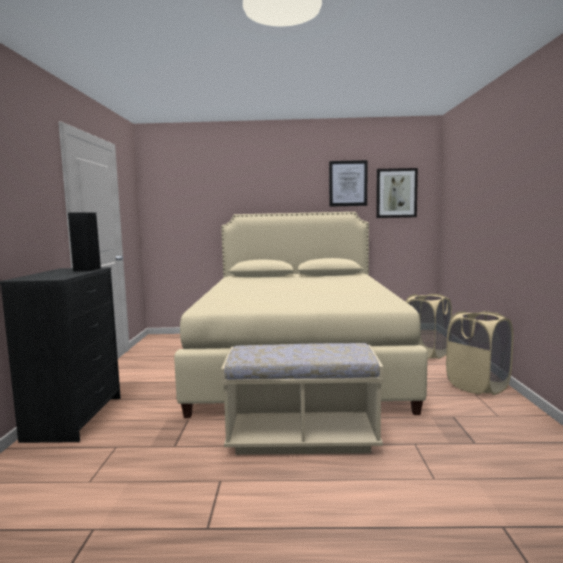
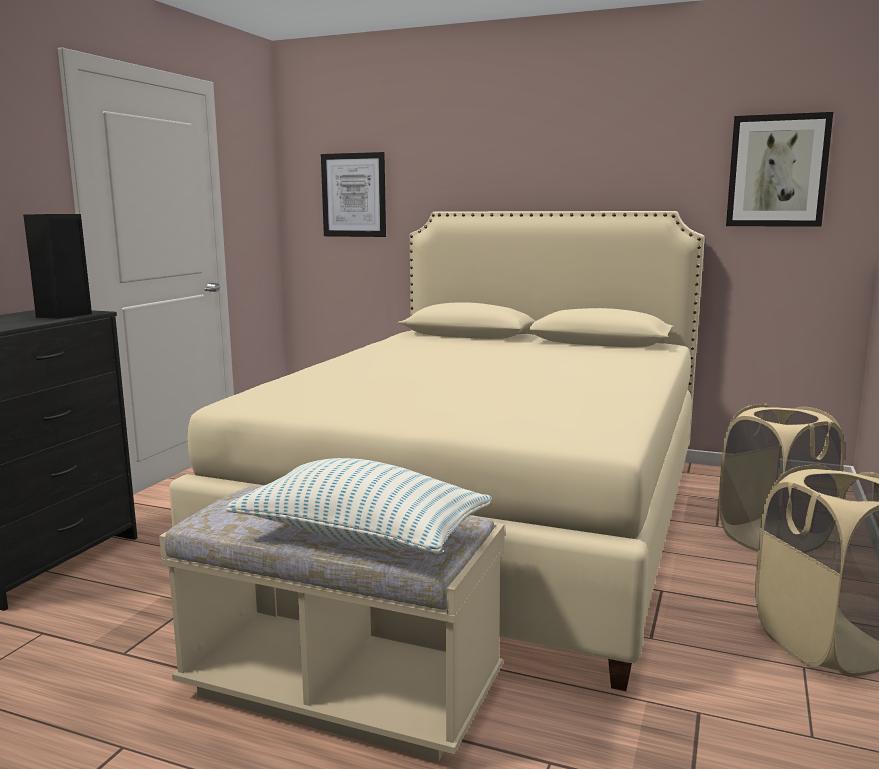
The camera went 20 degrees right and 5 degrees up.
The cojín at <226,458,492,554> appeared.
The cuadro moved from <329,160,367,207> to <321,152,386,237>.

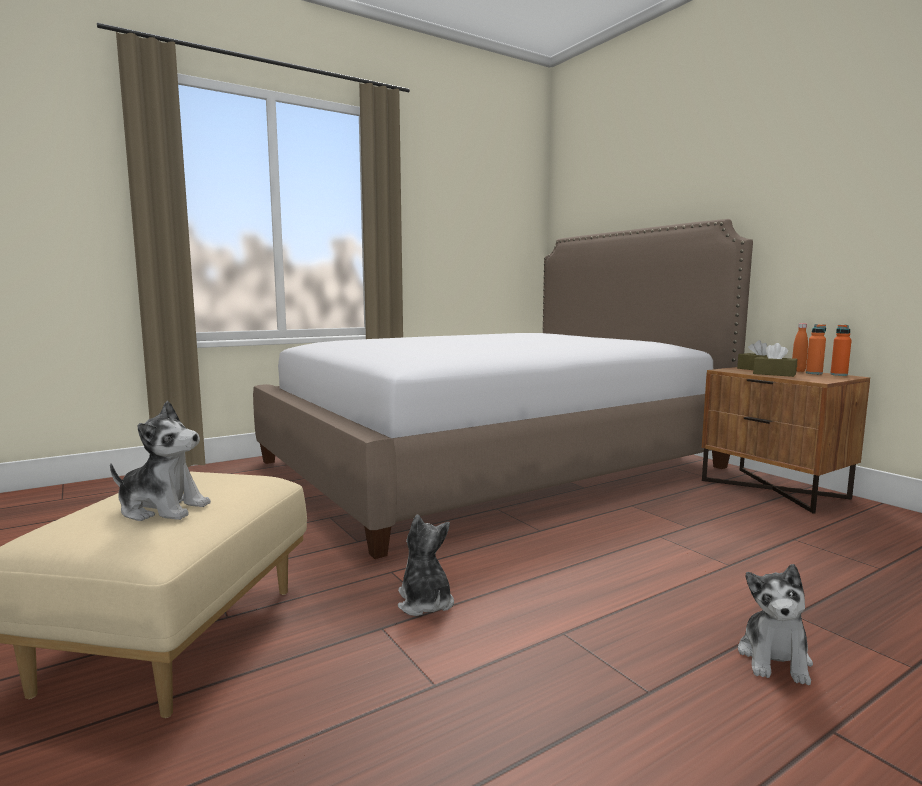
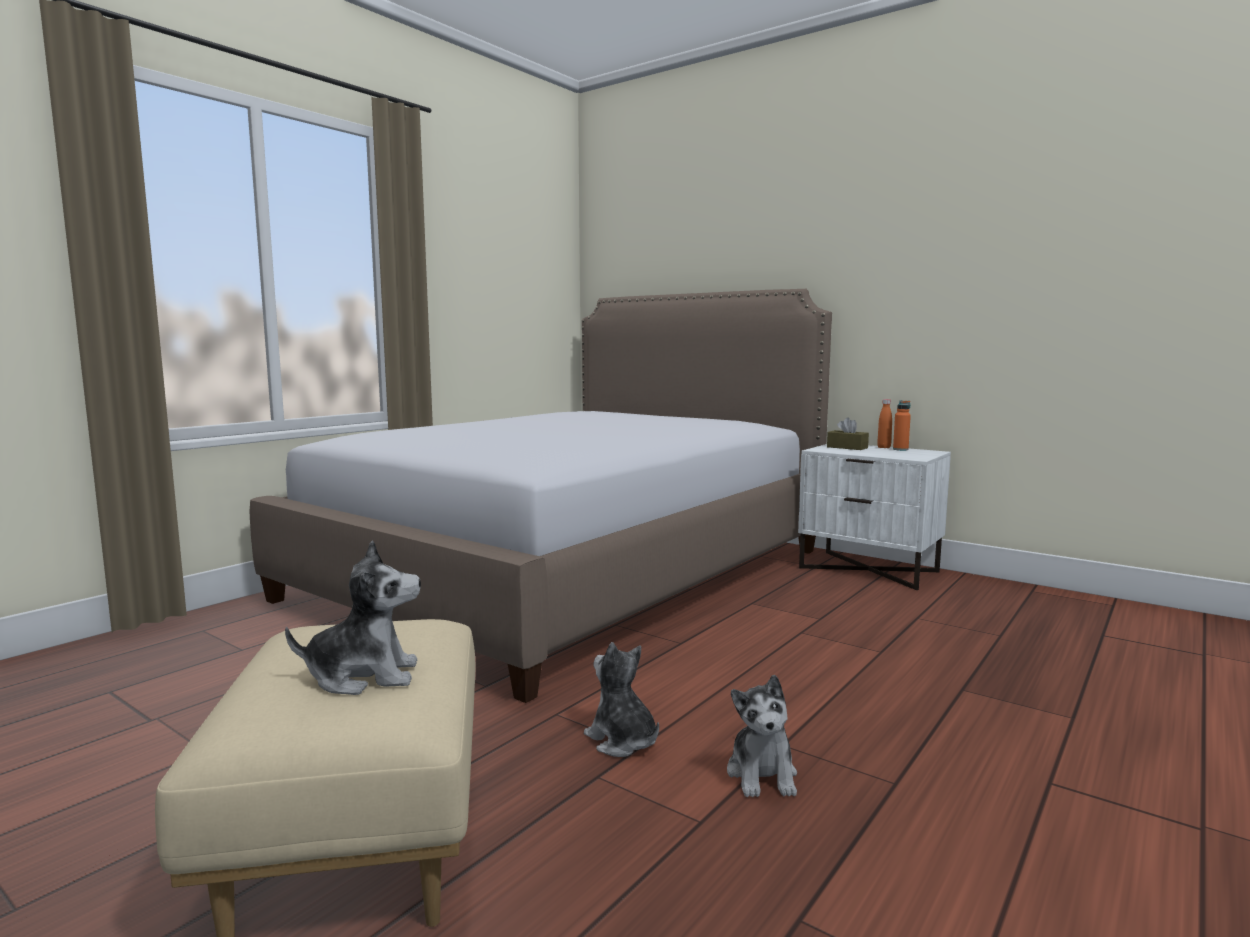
The camera went 20 degrees left and 0 degrees up.
The peluche moved from <738,564,813,685> to <727,675,797,797>.
The mesita de noche (marrón) at <702,367,870,513> became the mesita de noche (blanco) at <798,444,951,590>.
The caja de pañuelos (marrón) at <753,343,797,377> disappeared.
The botella (naranja) at <830,325,852,376> disappeared.

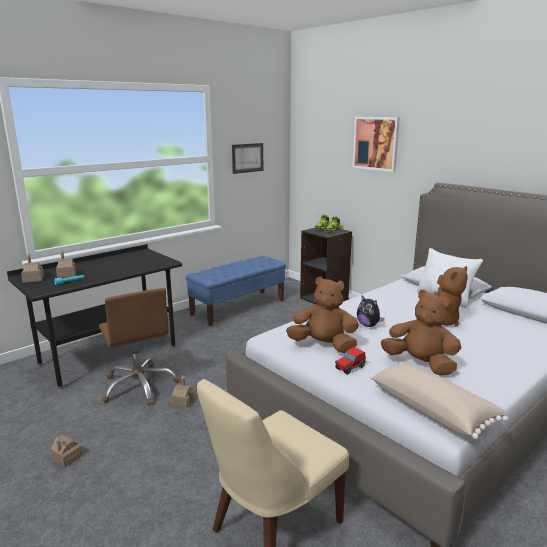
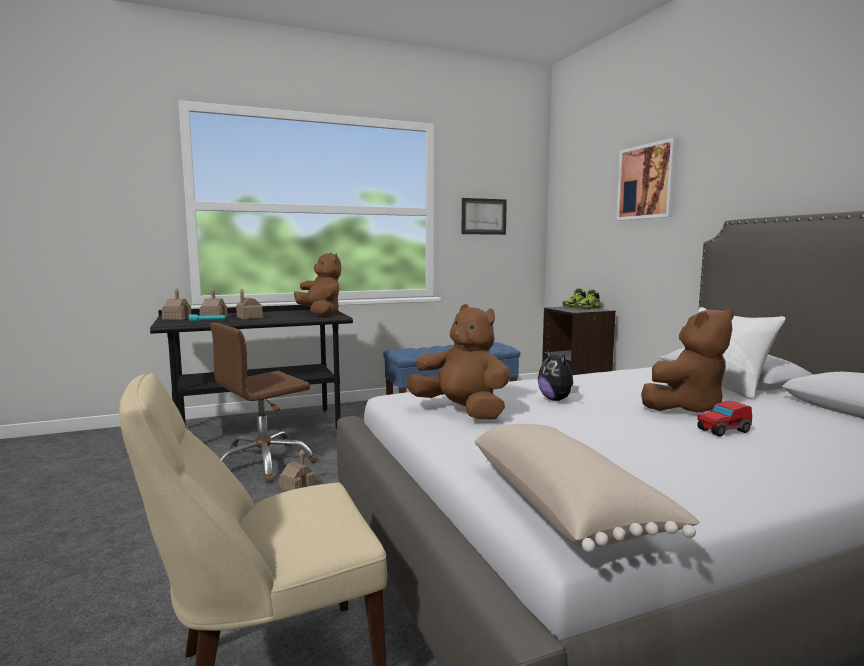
The camera went 20 degrees right and 10 degrees down.
The silla de oficina (marrón) at <99,288,180,406> turned 60 degrees clockwise.
The casita moved from <50,436,83,468> to <236,288,263,319>.
The peluche (marrón) moved from <381,290,461,376> to <294,252,341,316>.
The coche de juguete moved from <335,347,366,375> to <697,401,752,437>.

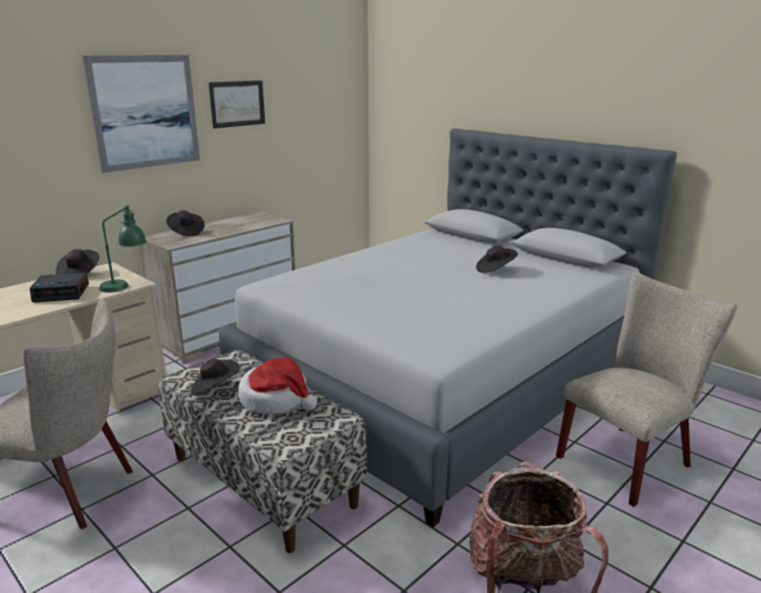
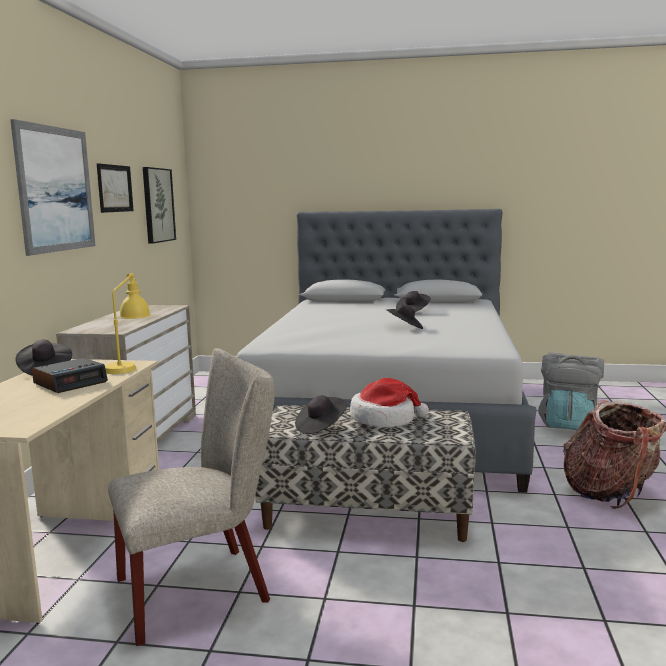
The camera went 35 degrees left and 10 degrees down.
The lámpara de mesa (verde) at <99,205,147,293> became the lámpara de mesa (amarillo) at <105,273,151,374>.
The cuadro at <143,167,176,244> appeared.
The sombrero (negro) moved from <166,210,205,236> to <386,304,423,329>.
The silla (beis) at <556,272,737,507> was replaced by the mochila (gris) at <539,352,604,430>.

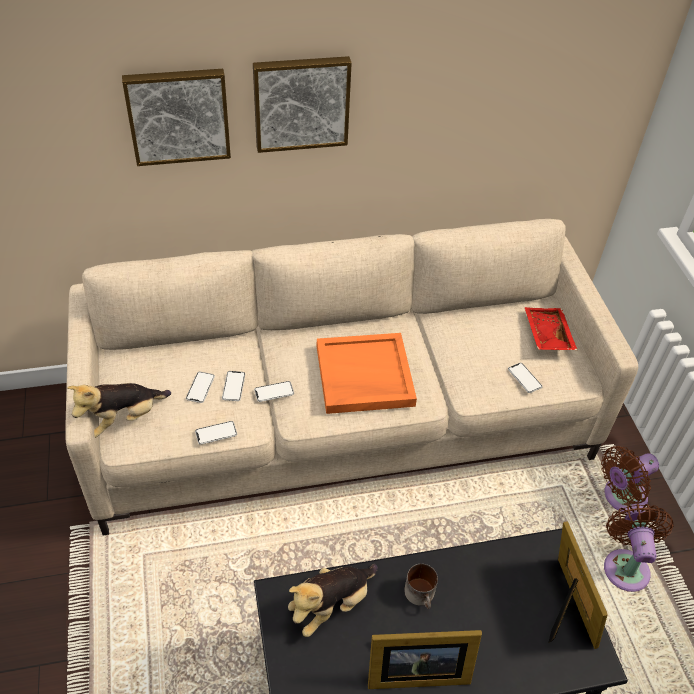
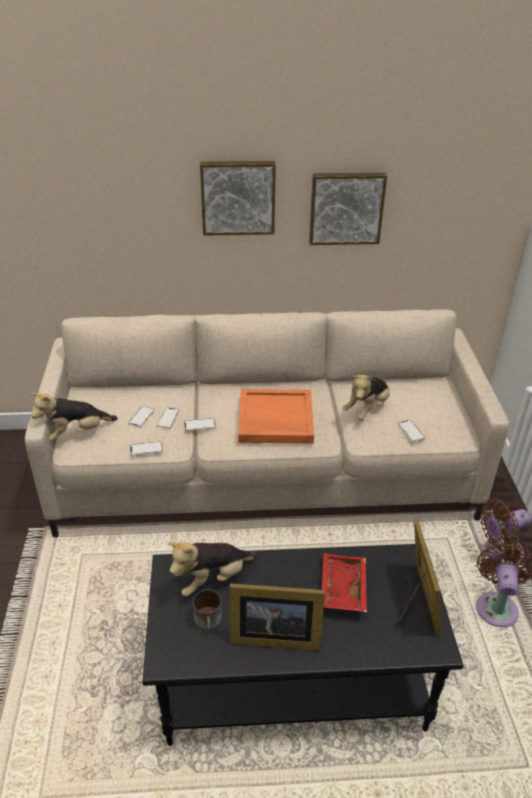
The camera went 10 degrees right and 10 degrees down.
The taza grande moved from <404,564,438,609> to <193,590,222,631>.
The cuadro moved from <122,69,231,166> to <309,173,387,245>.
The bandeja (rojo) moved from <525,307,577,350> to <322,553,367,612>.
The peluche at <342,375,390,421> appeared.

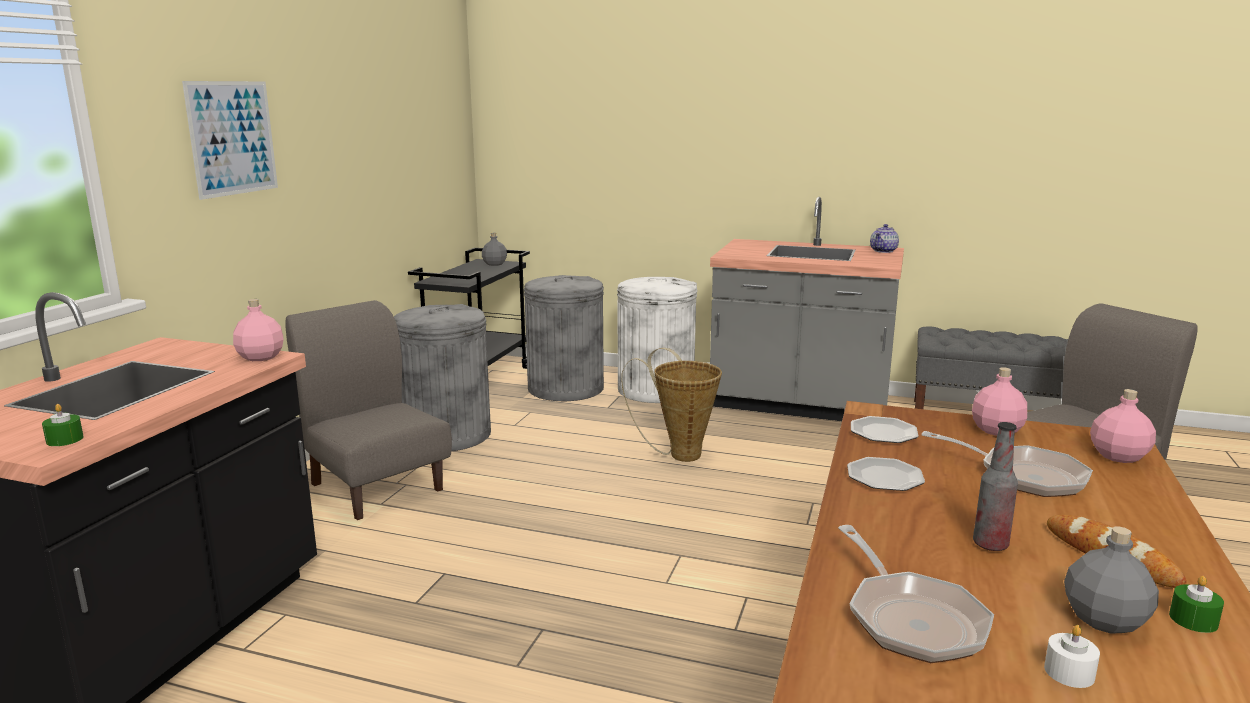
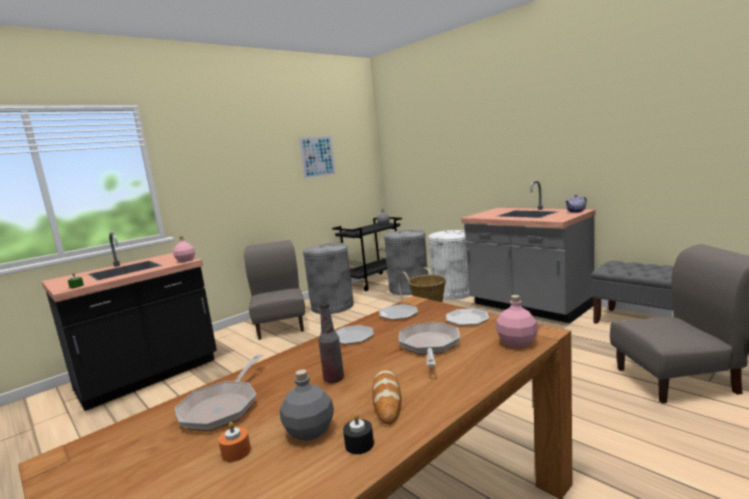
The camera went 30 degrees right and 5 degrees down.
The vela (blanco) at <1044,625,1100,688> became the vela (naranja) at <218,422,251,462>.
The cuadro moved from <182,81,278,200> to <299,136,336,179>.
The vela (verde) at <1169,576,1224,633> became the vela (negro) at <343,414,374,454>.
The sartén at <921,431,1093,497> turned 150 degrees counterclockwise.
The botella (rosa) at <972,367,1027,436> was replaced by the plato at <446,309,489,325>.

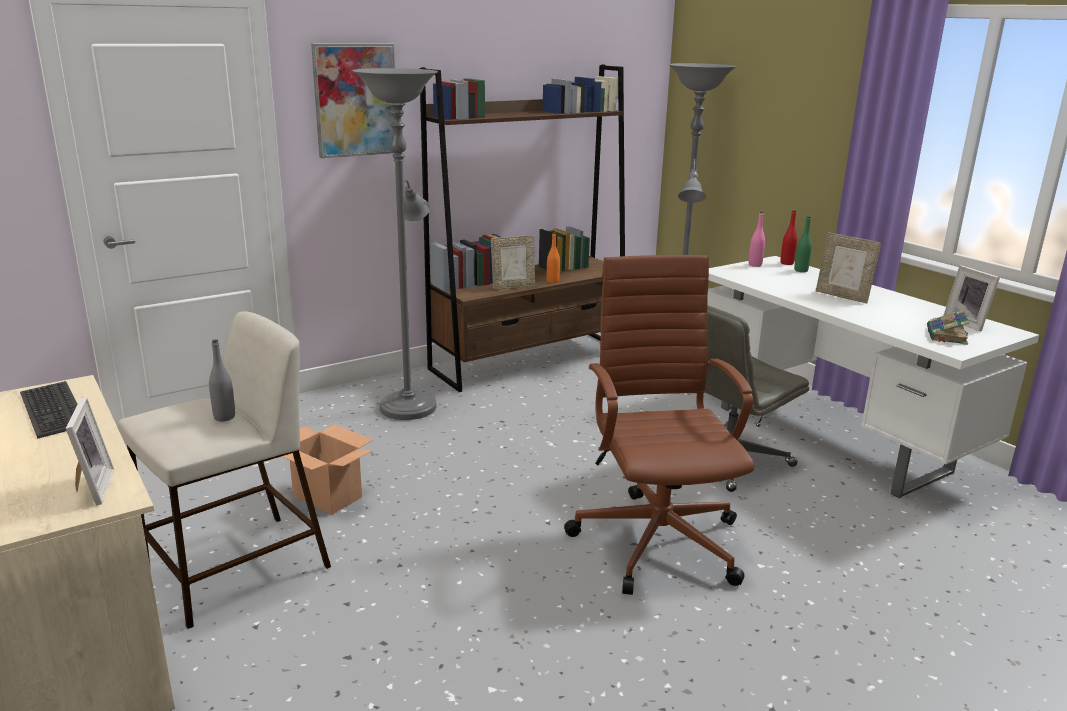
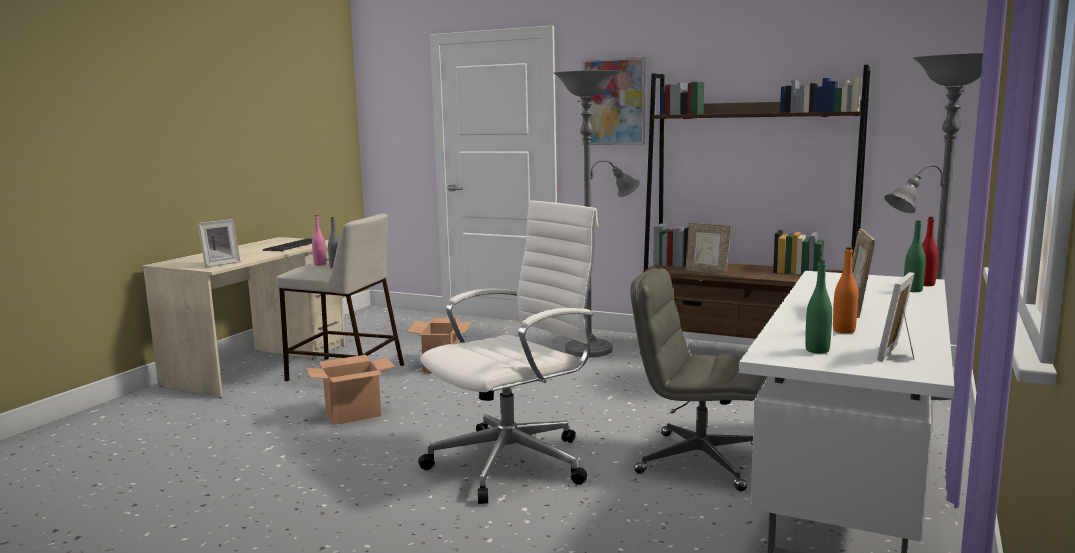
The camera went 60 degrees right and 10 degrees down.
The caja de cartón at <305,355,395,425> appeared.
The botella (rosa) moved from <749,212,765,267> to <312,215,327,266>.
The silla de oficina (marrón) at <564,255,754,595> became the silla de oficina (blanco) at <418,200,598,504>.
The libro at <927,310,969,345> was replaced by the botella (verde) at <805,260,832,354>.
The botella (naranja) moved from <547,232,560,283> to <833,247,858,334>.

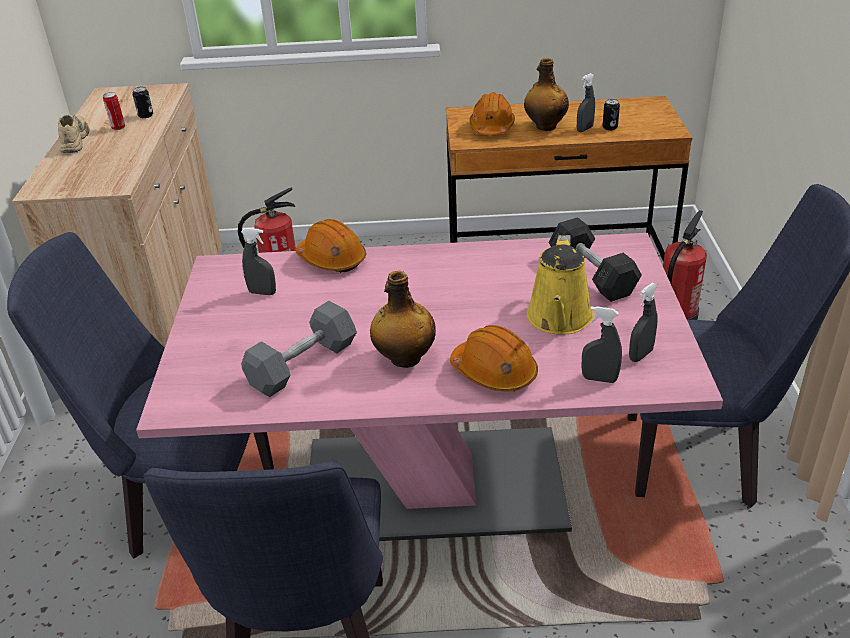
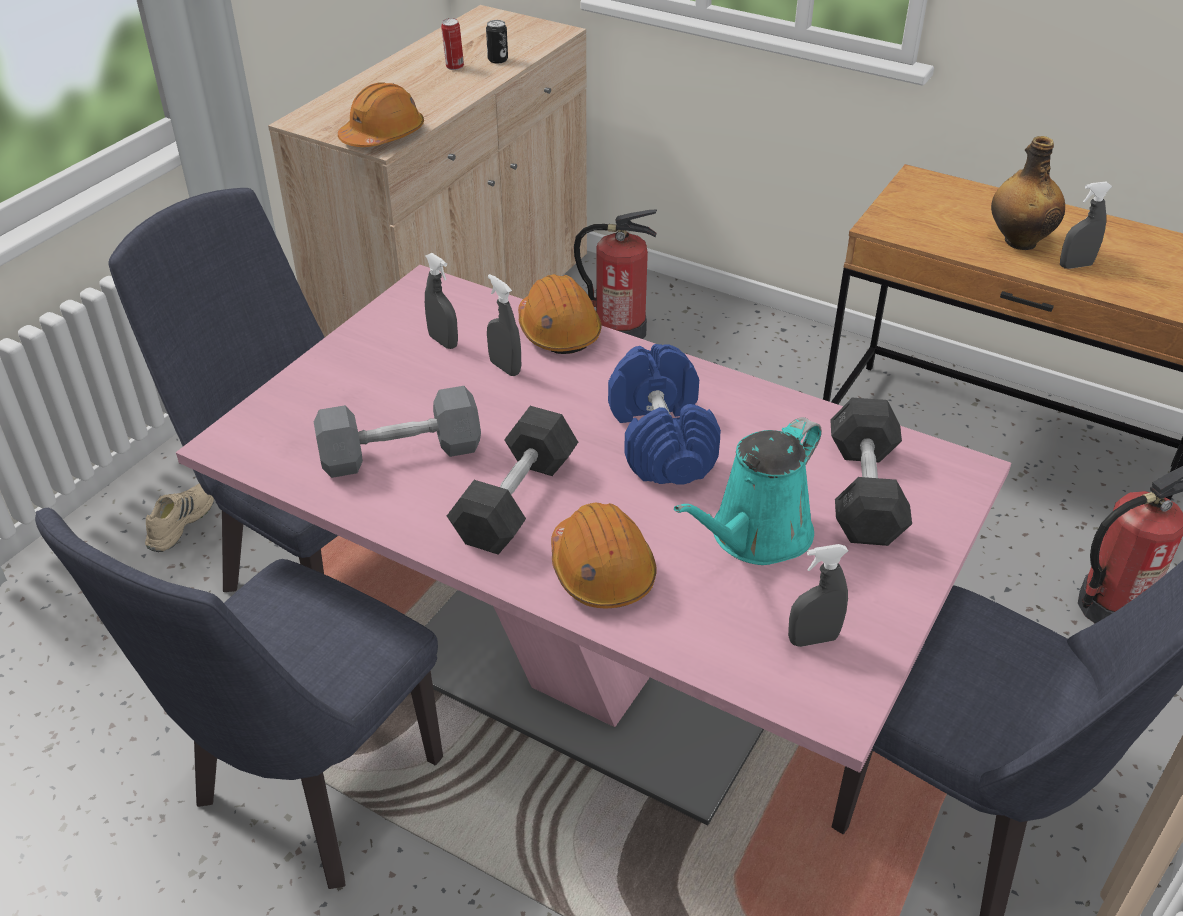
The camera went 30 degrees right and 5 degrees up.
The zapato (beis) moved from <58,115,89,153> to <145,483,214,552>.
The casco (naranja) moved from <469,92,515,135> to <338,83,424,147>.
The botella at <370,271,436,368> was replaced by the mancuerna (gris) at <447,406,578,555>.
The pulverizador (gris) moved from <581,306,622,383> to <487,274,521,376>.
The mancuerna (azul) at <608,344,721,485> appeared.
The regadera (amarillo) at <527,235,594,335> became the regadera (turquesa) at <674,417,822,565>.
The lata at <602,99,620,130> disappeared.

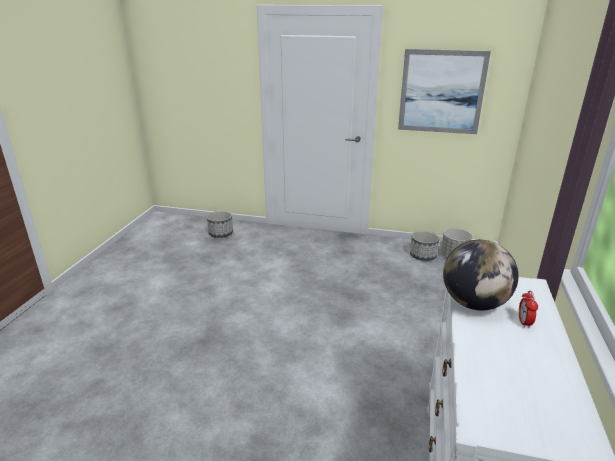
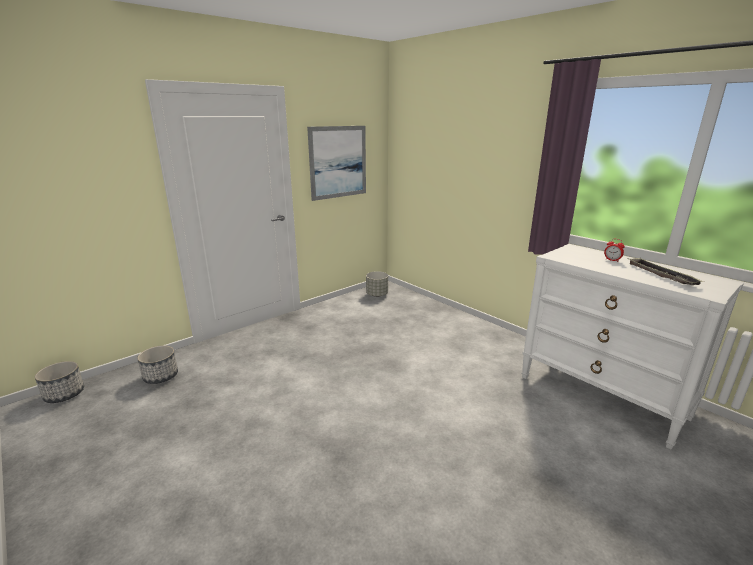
The camera went 55 degrees left and 5 degrees down.
The maceta moved from <410,231,439,261> to <35,361,84,403>.
The bandeja at <629,258,703,285> appeared.
The globo terráqueo at <443,240,518,311> disappeared.

